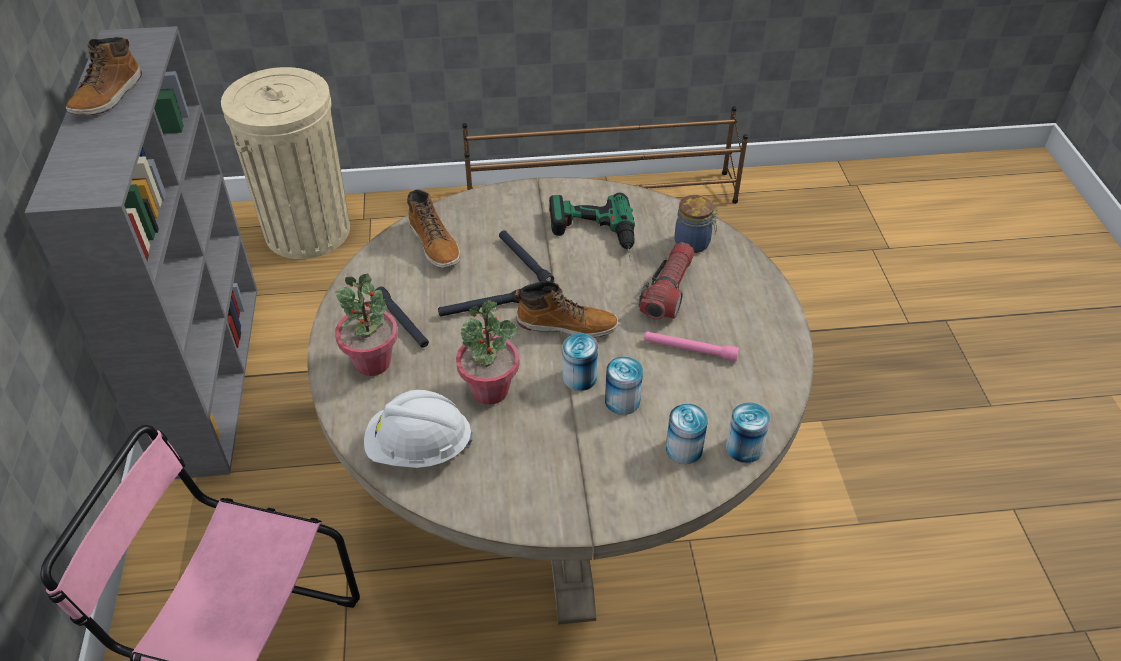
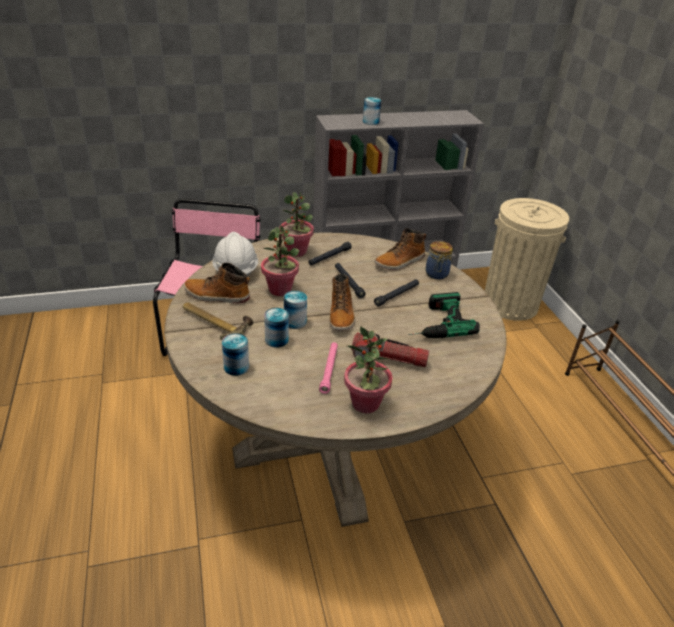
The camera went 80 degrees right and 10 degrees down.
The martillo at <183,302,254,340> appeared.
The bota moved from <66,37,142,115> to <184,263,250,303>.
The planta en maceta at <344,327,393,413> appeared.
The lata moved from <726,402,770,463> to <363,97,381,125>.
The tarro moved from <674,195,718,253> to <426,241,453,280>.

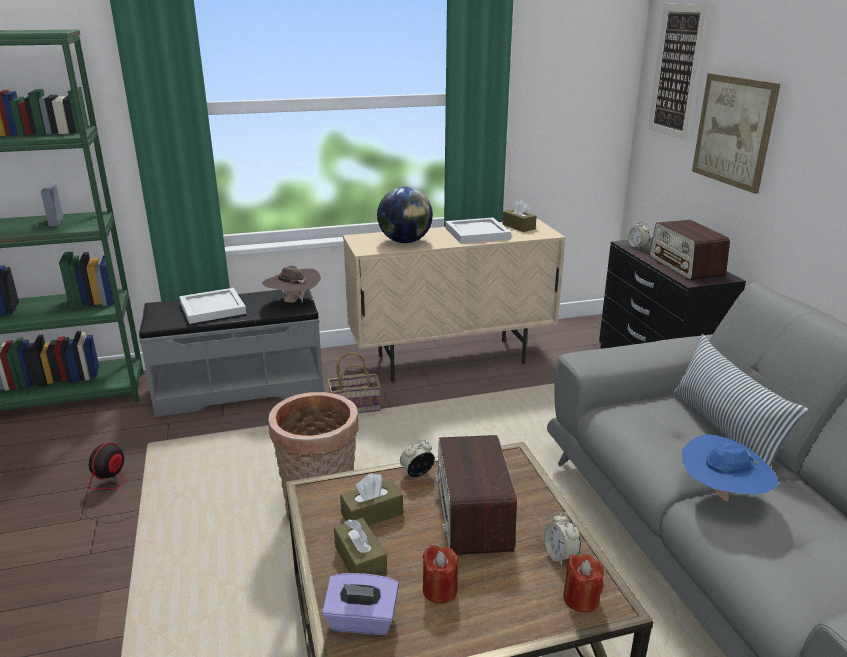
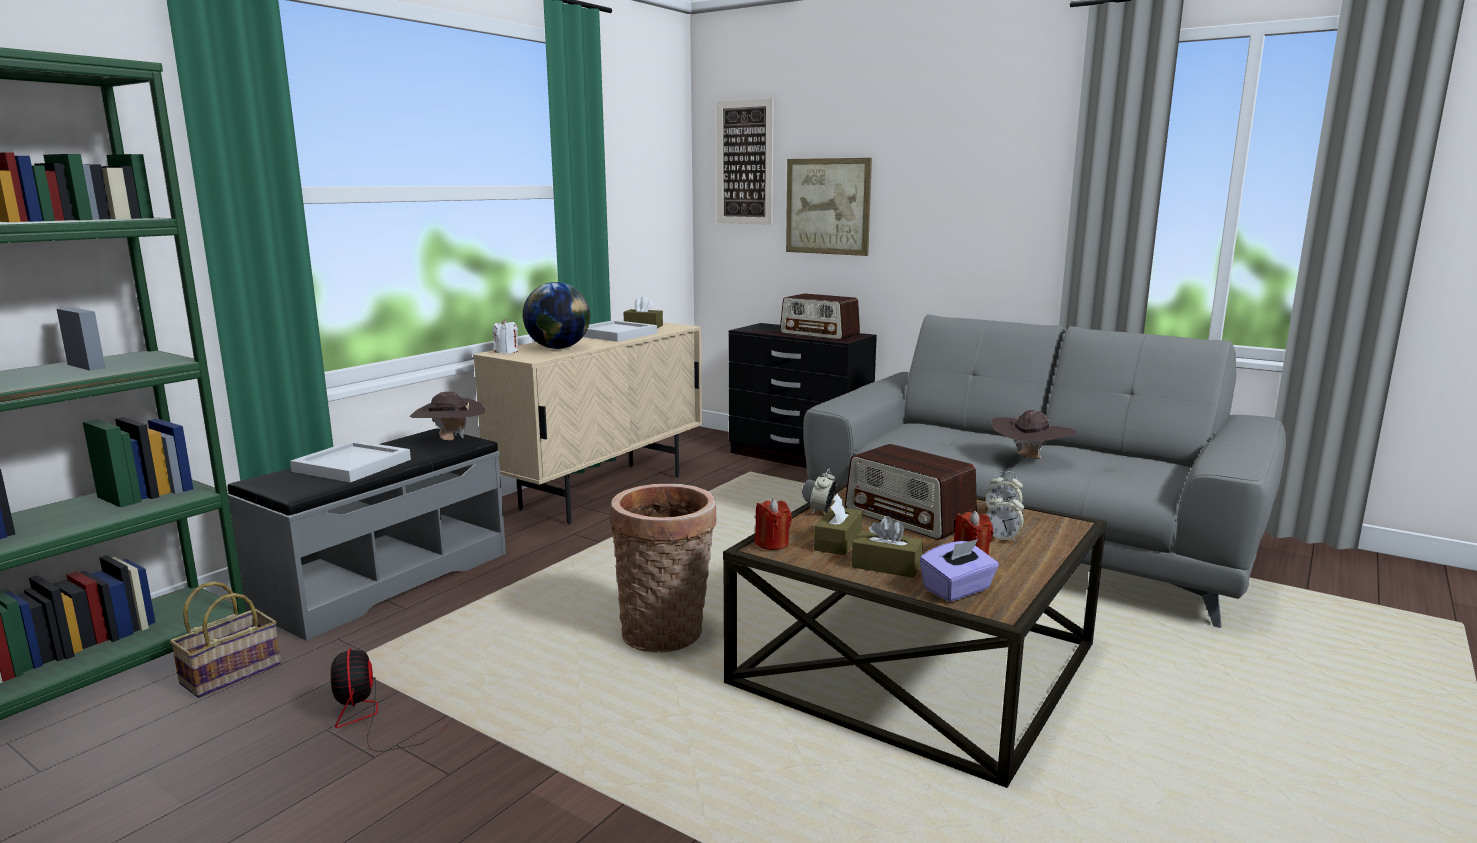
The camera went 40 degrees left and 10 degrees down.
The cesta moved from <328,352,381,413> to <170,581,281,698>.
The vela (blanco) at <492,319,518,354> appeared.
The vela (rojo) moved from <563,554,604,613> to <755,499,792,550>.
The despertador moved from <628,221,650,249> to <986,491,1024,542>.
The sombrero (azul) at <682,434,779,502> became the sombrero (marrón) at <992,410,1077,459>.
The cojín at <671,334,808,467> disappeared.

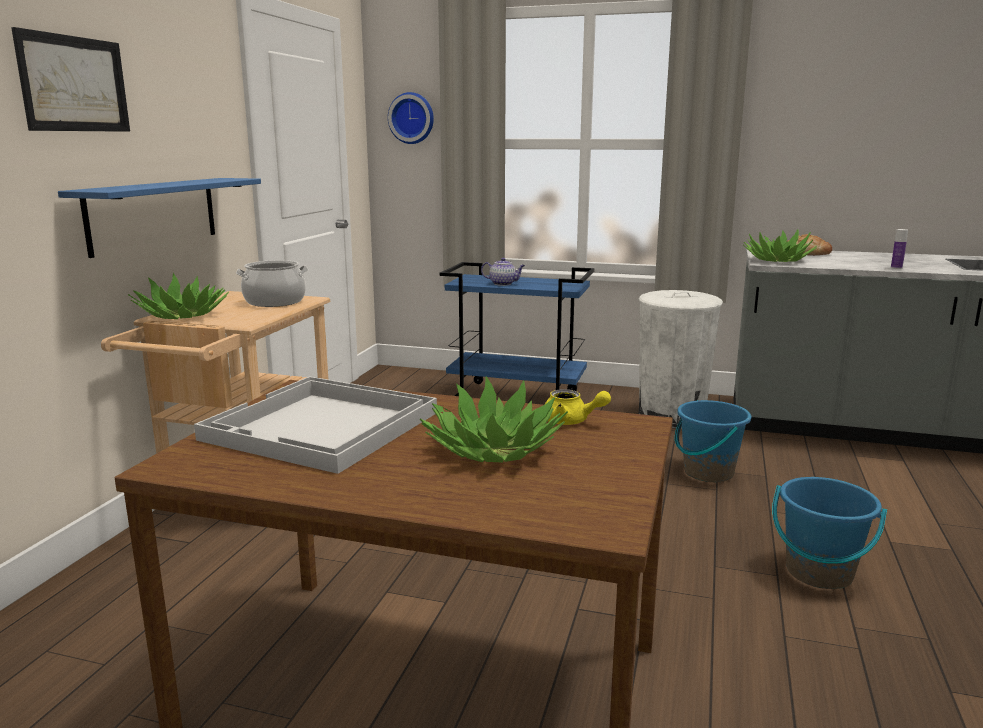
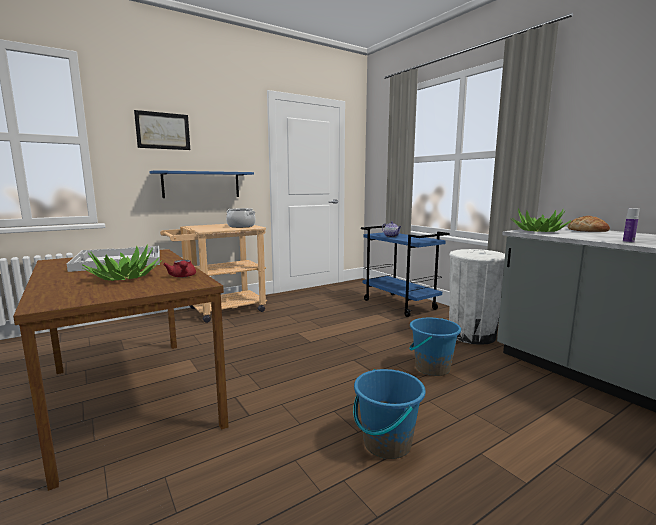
The camera went 40 degrees right and 5 degrees down.
The tetera (amarillo) at <545,389,611,425> became the tetera (rojo) at <163,260,196,277>.
The planta en maceta at <128,273,229,319> disappeared.
The reloj de pared at <388,92,434,144> disappeared.

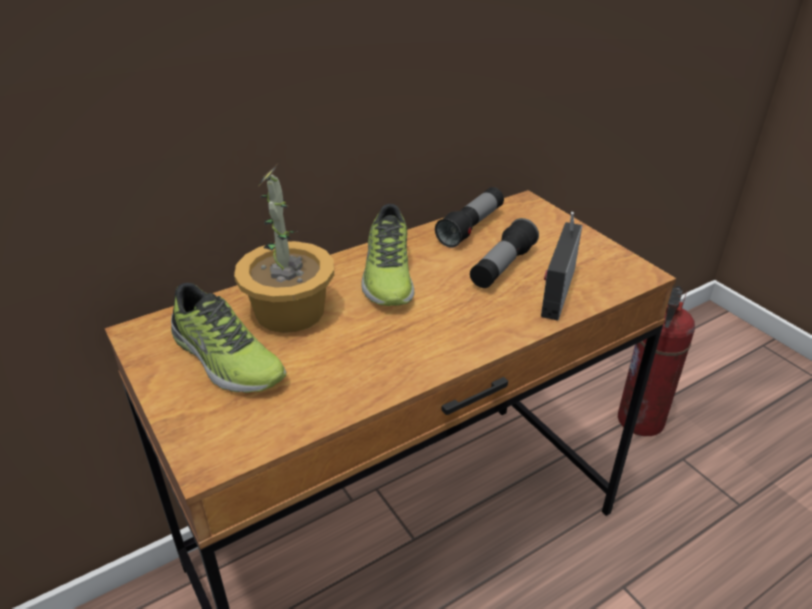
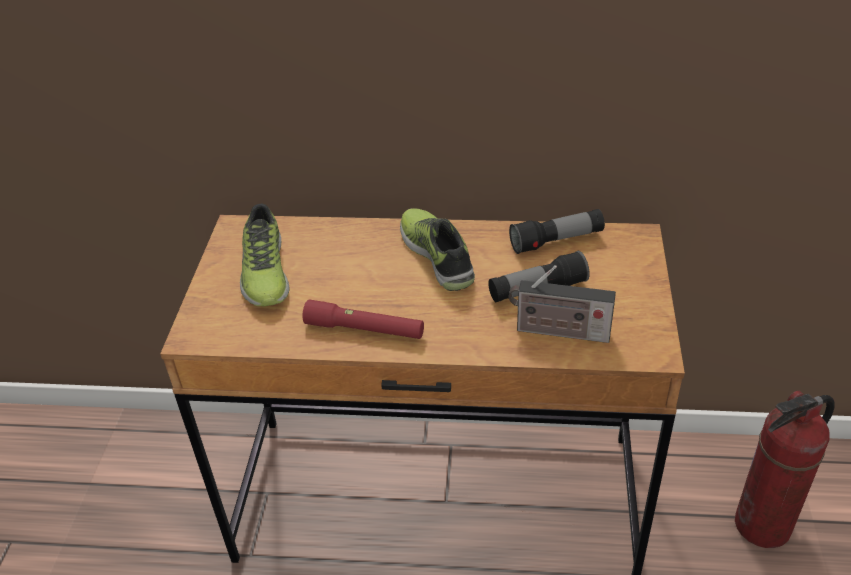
The camera went 40 degrees right and 5 degrees up.
The linterna (rojo) at <302,299,424,339> appeared.
The zapato at <361,204,414,306> turned 120 degrees clockwise.
The radio at <541,212,582,321> turned 135 degrees counterclockwise.
The planta en maceta at <234,164,334,333> disappeared.

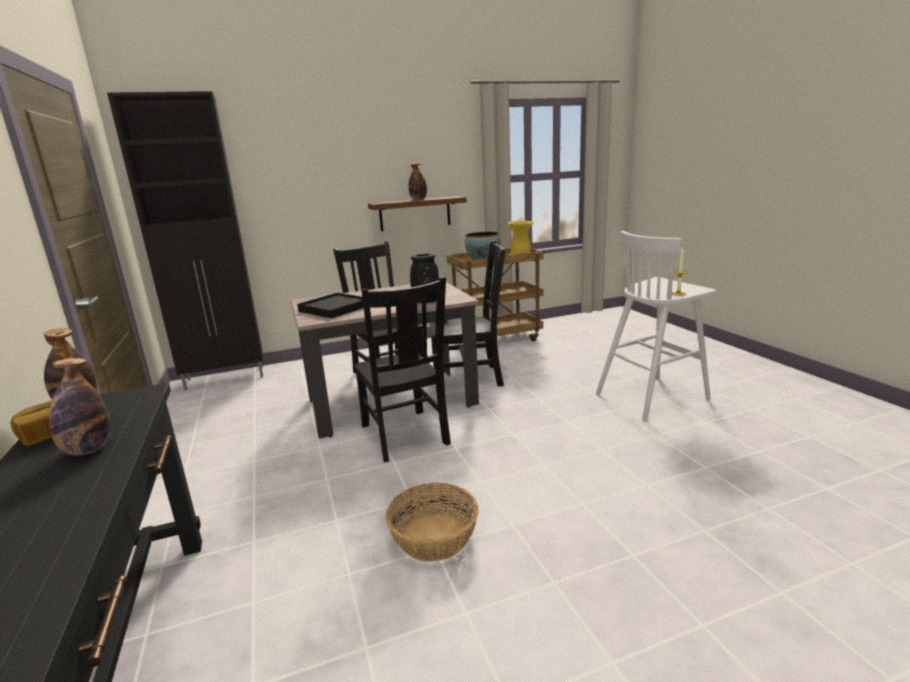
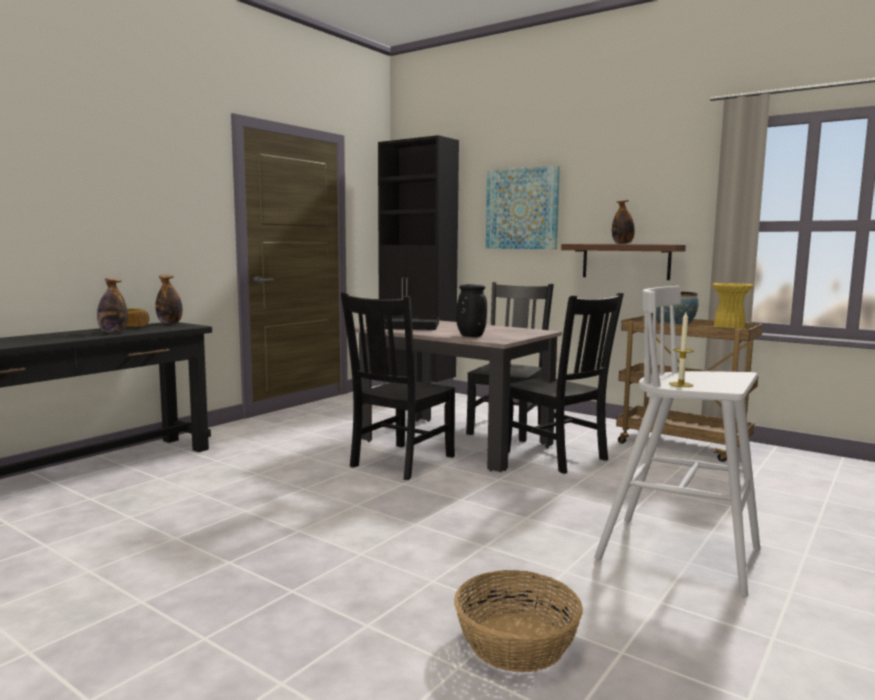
The camera went 55 degrees right and 10 degrees down.
The cesta moved from <386,483,479,562> to <454,570,583,672>.
The cuadro at <486,165,560,249> appeared.

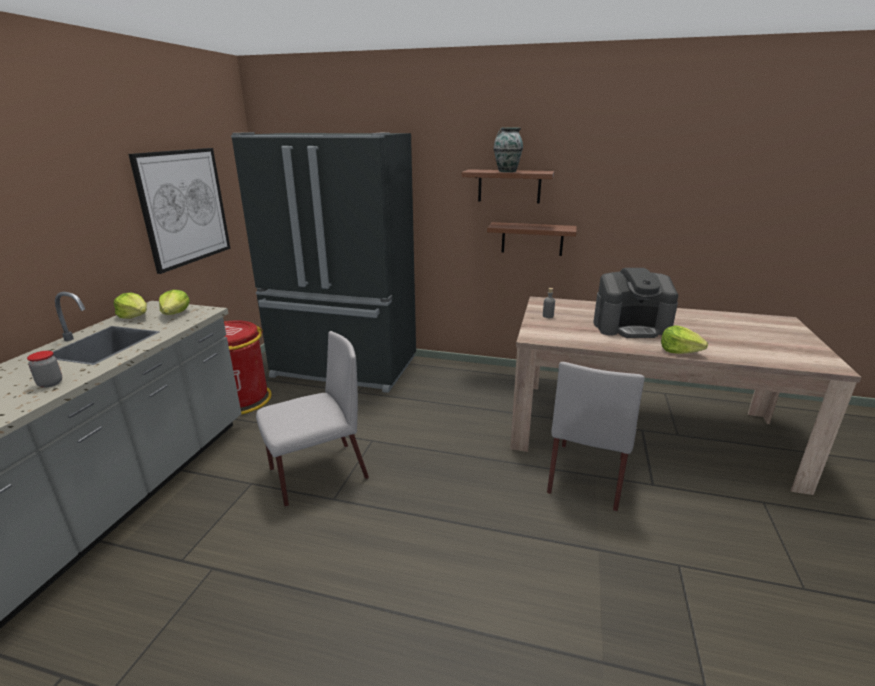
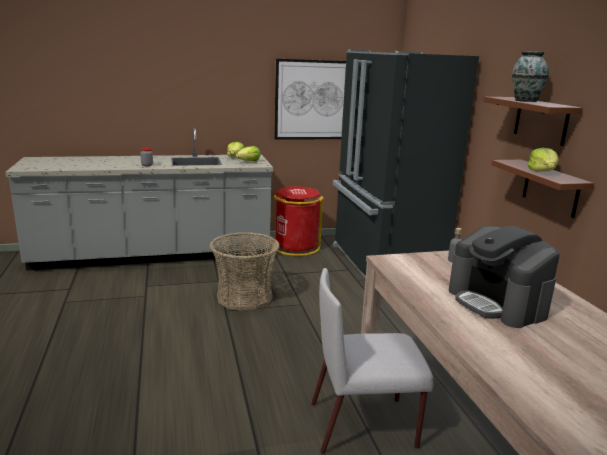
The camera went 60 degrees right and 5 degrees down.
The silla (gris) at <256,331,369,507> was replaced by the cesta at <209,232,280,311>.
The lechuga moved from <661,325,708,354> to <527,148,559,172>.

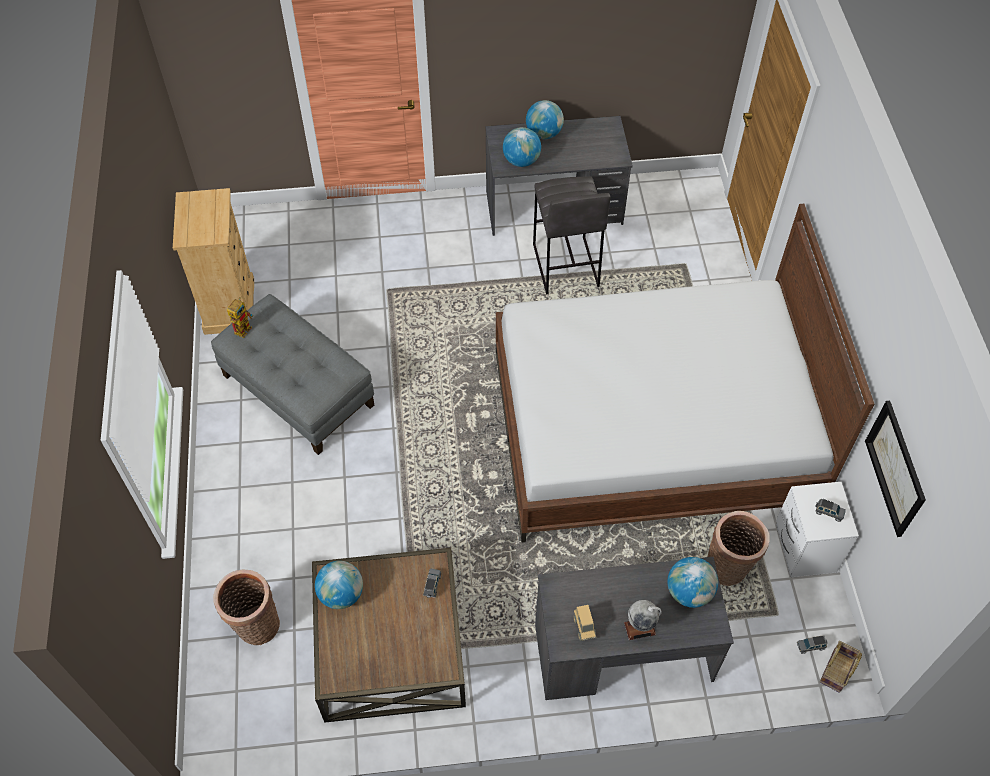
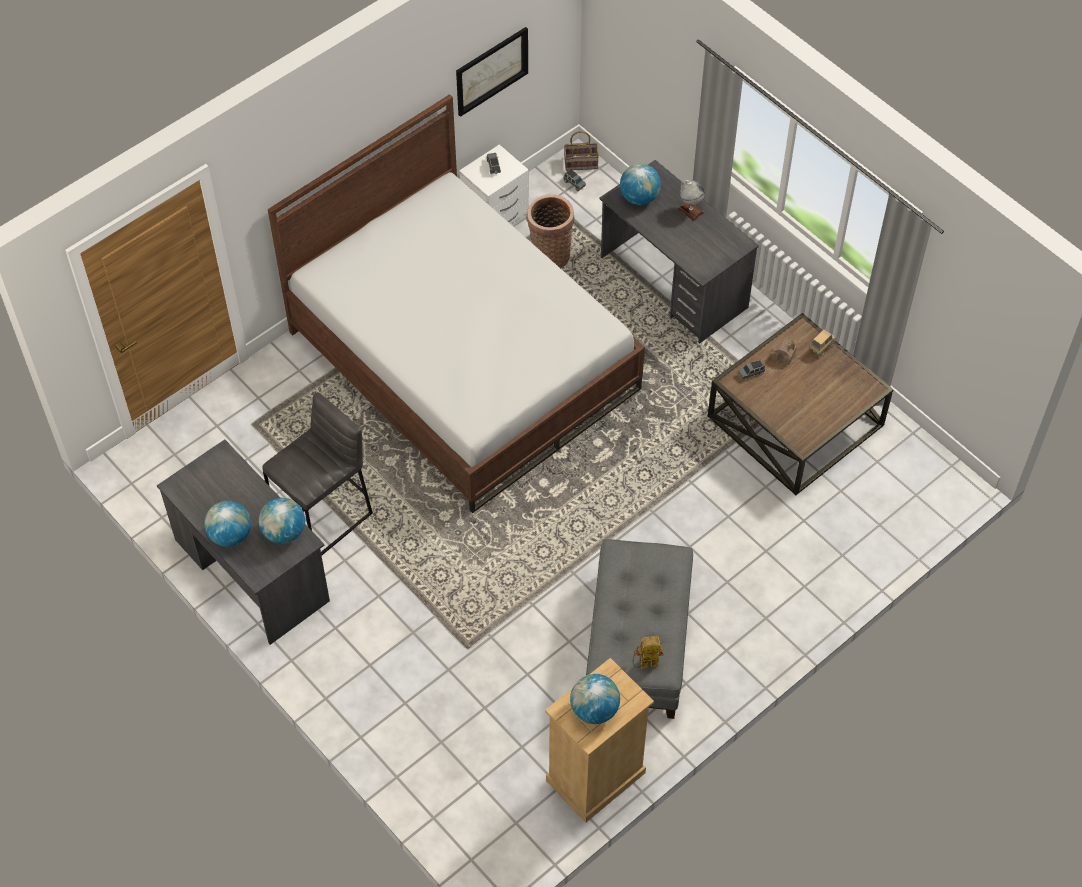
The camera went 125 degrees left and 0 degrees up.
The globo terráqueo moved from <315,561,363,609> to <570,674,620,724>.
The casita at <772,339,797,366> appeared.
The camión de juguete moved from <573,605,596,641> to <810,329,836,357>.
The cesta at <213,569,280,645> disappeared.

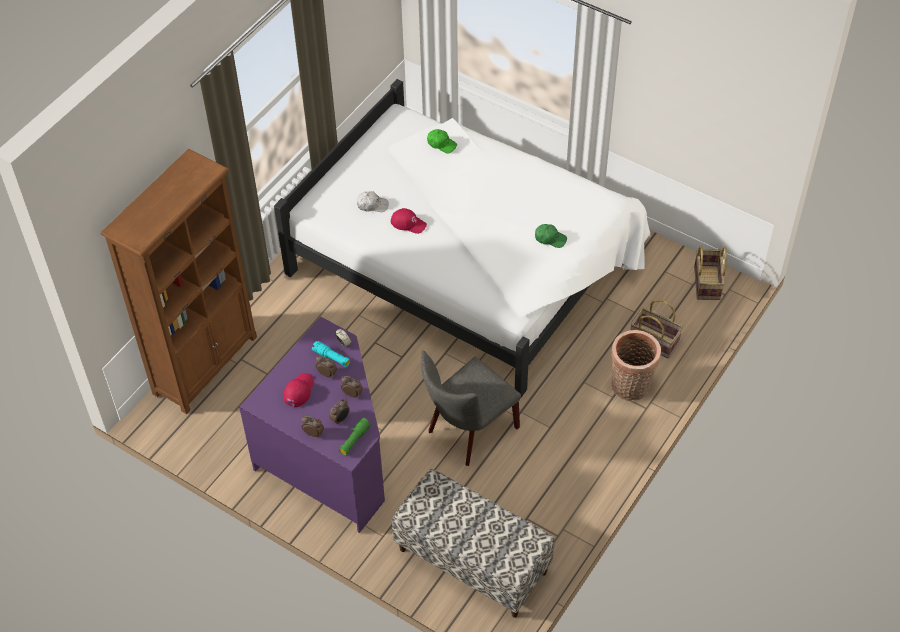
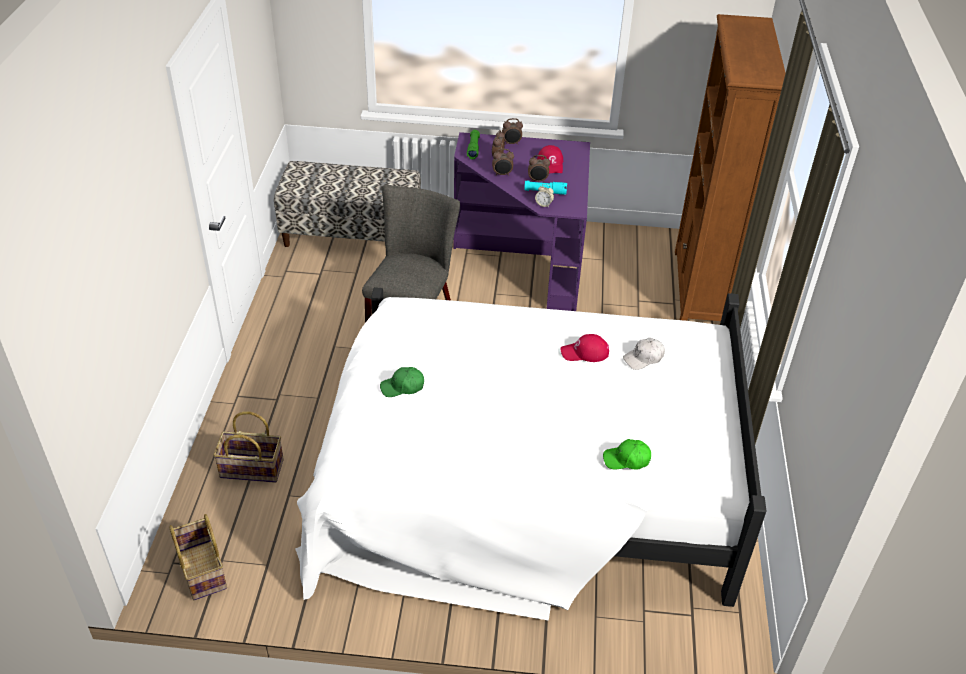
The camera went 150 degrees right and 10 degrees down.
The cesta at <611,330,661,401> disappeared.

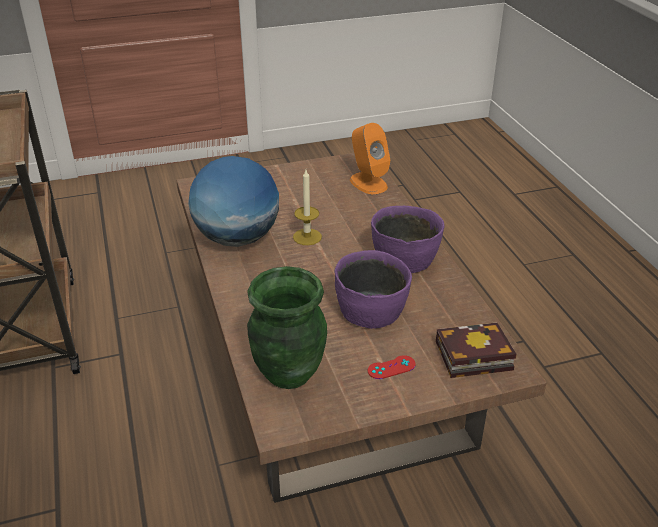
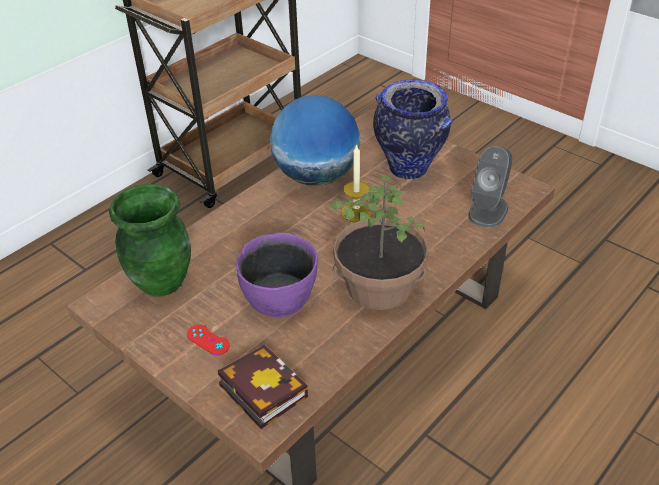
The camera went 60 degrees right and 5 degrees up.
The cuenco (morado) at <371,206,444,273> was replaced by the planta en maceta at <330,175,429,310>.
The florero at <373,79,453,179> appeared.
The altavoz (naranja) at <350,123,391,194> became the altavoz (gris) at <468,146,512,228>.

